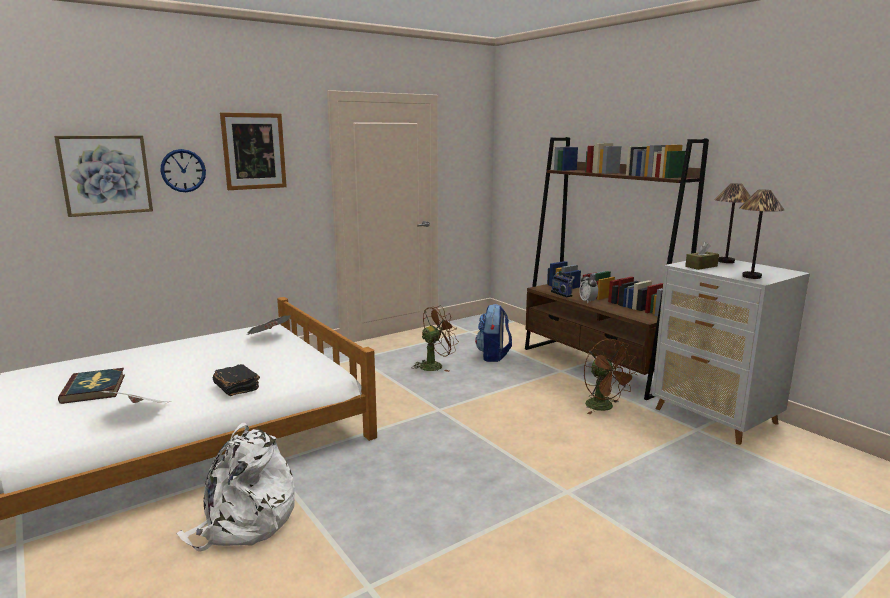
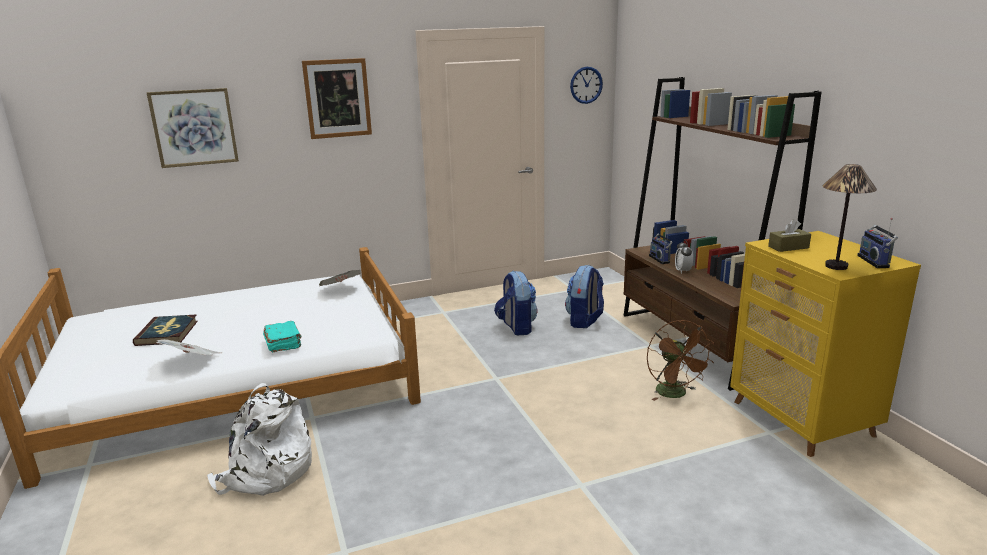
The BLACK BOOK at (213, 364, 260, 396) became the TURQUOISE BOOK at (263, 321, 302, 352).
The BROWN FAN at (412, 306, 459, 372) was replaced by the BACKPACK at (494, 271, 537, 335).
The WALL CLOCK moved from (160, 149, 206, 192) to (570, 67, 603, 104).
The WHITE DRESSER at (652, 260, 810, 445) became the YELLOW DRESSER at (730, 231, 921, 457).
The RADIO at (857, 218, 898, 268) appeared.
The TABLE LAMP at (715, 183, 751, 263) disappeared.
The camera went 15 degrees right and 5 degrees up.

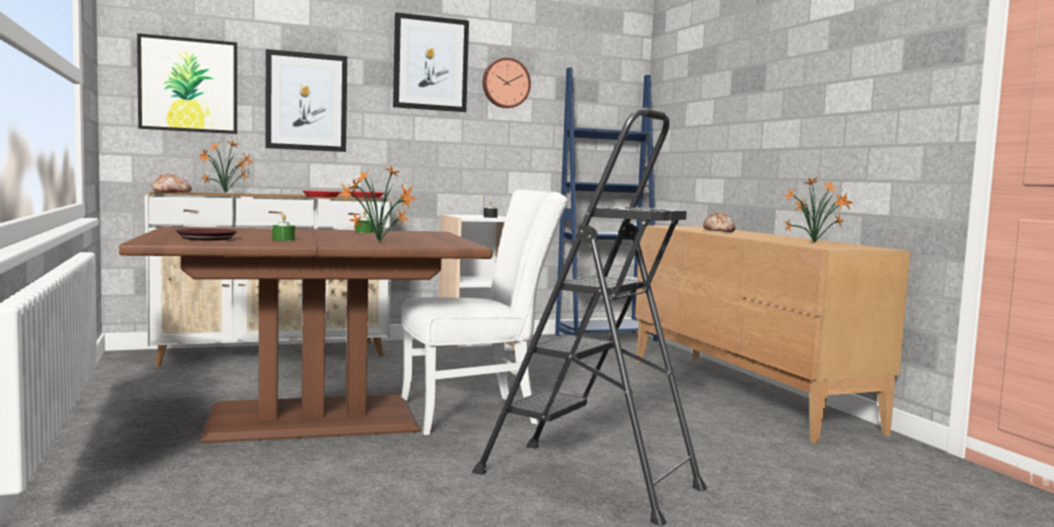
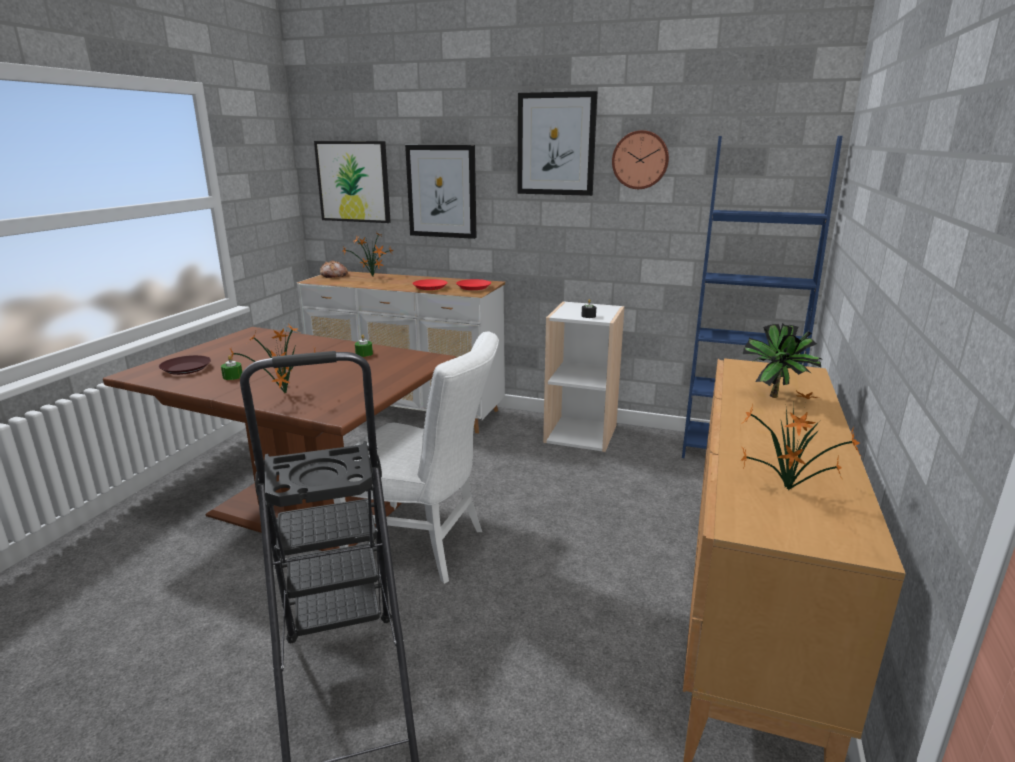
The BREAD at (703, 213, 736, 232) was replaced by the POTTED PLANT at (743, 323, 823, 398).
The camera went 40 degrees right and 15 degrees up.

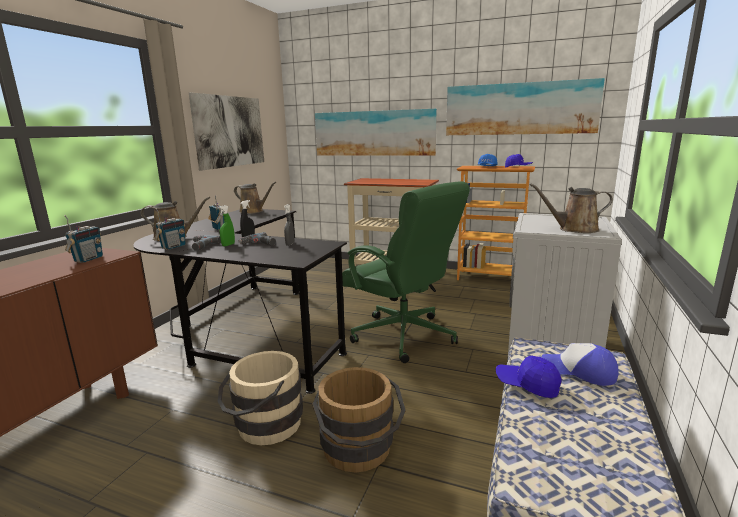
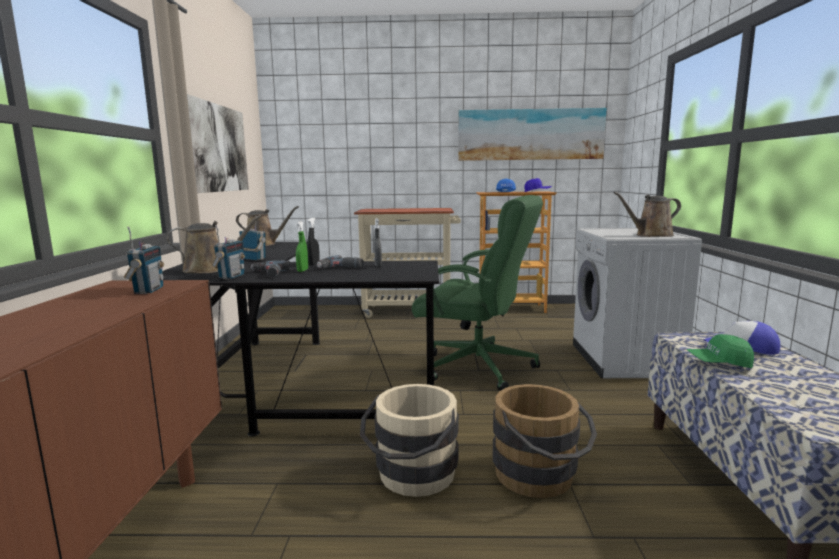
The BLUE CAP at (496, 356, 561, 398) became the GREEN CAP at (687, 334, 754, 368).
The PICTURE at (315, 109, 437, 156) disappeared.
The camera went 20 degrees left and 5 degrees down.

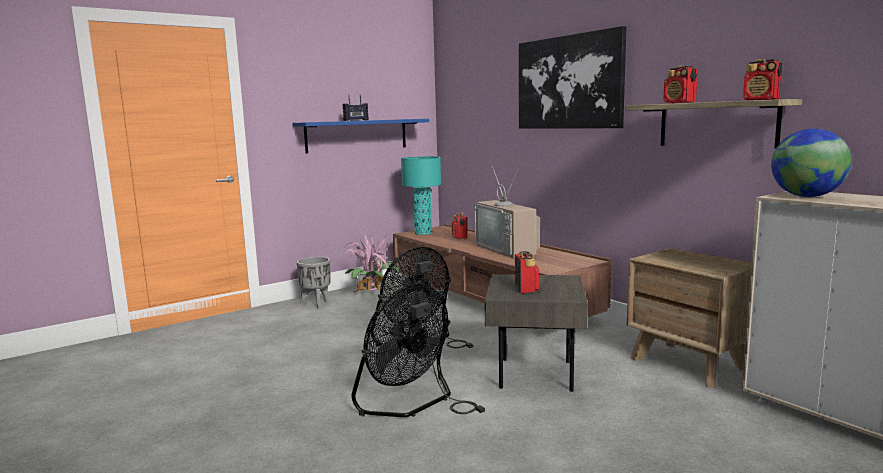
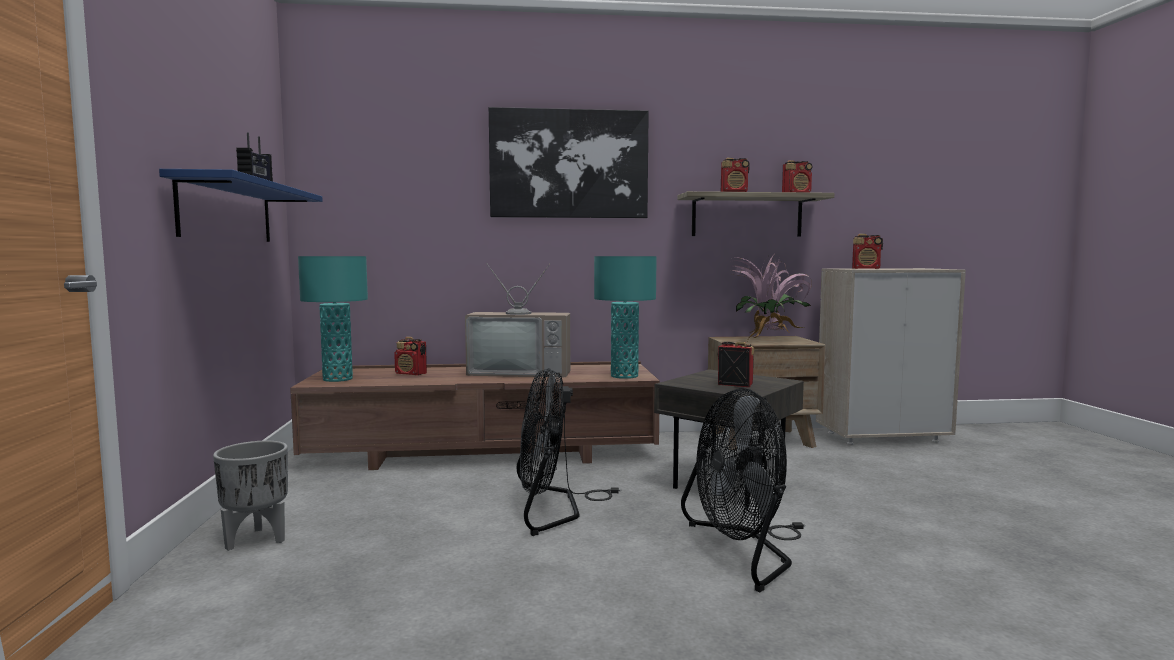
The TURQUOISE TABLE LAMP at (594, 256, 657, 379) appeared.
The POTTED PLANT moved from (345, 234, 401, 294) to (731, 255, 812, 341).
The GLOBE at (771, 129, 851, 197) was replaced by the RADIO at (852, 234, 883, 269).
The camera went 60 degrees left and 5 degrees down.

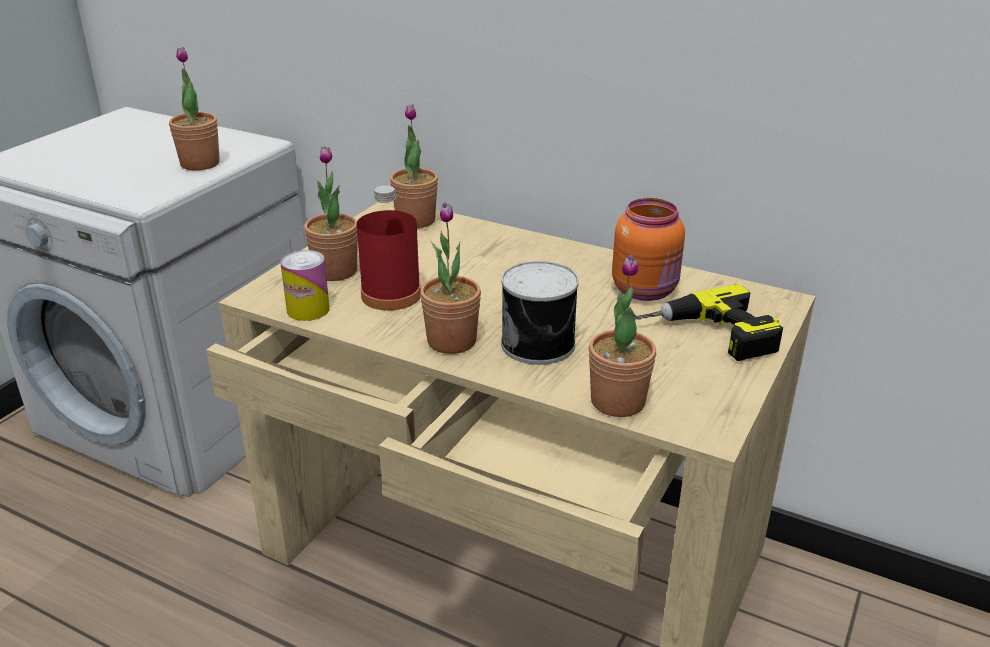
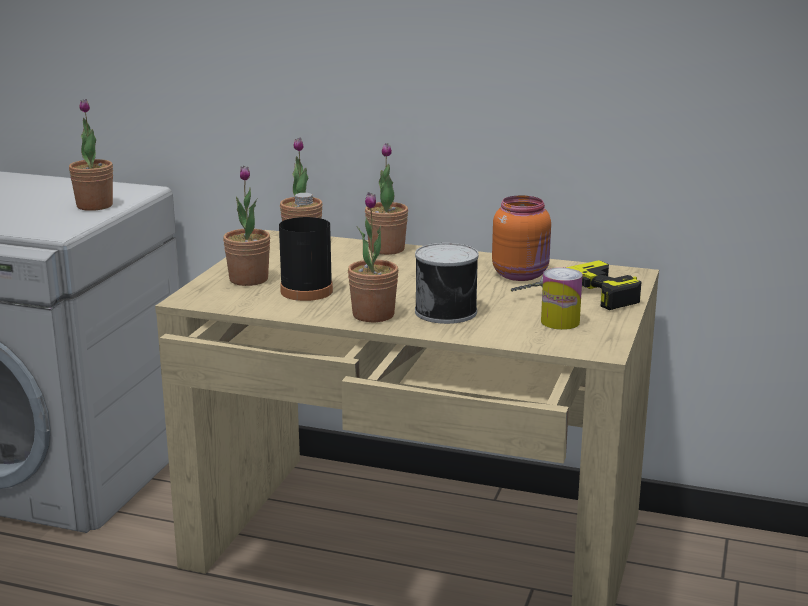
The RED BOTTLE at (356, 185, 421, 311) became the BLACK BOTTLE at (279, 193, 333, 301).
The POTTED PLANT moved from (588, 255, 656, 417) to (365, 143, 408, 255).
The CAN moved from (280, 250, 330, 321) to (541, 267, 583, 330).
The camera went 10 degrees left and 10 degrees down.

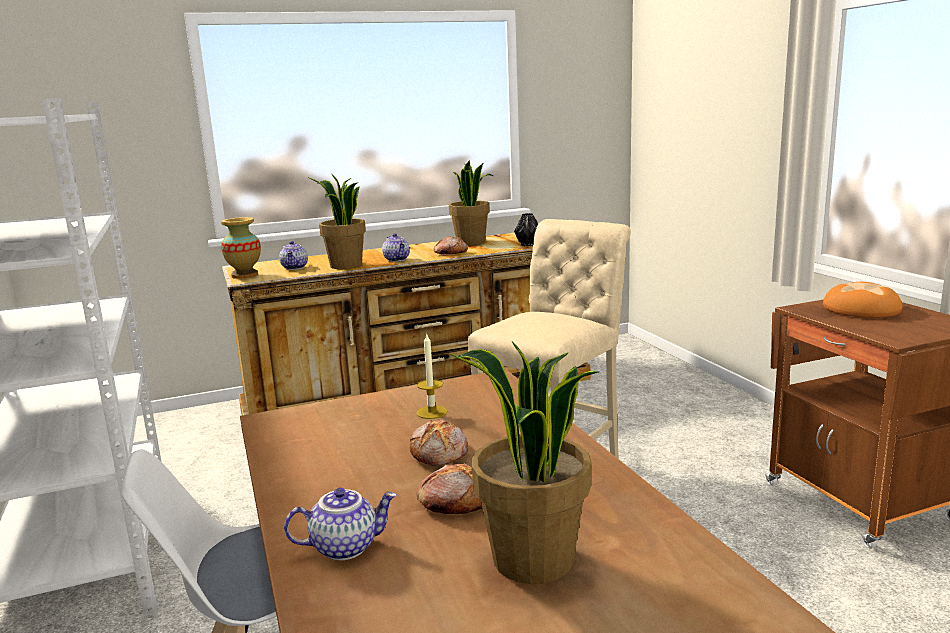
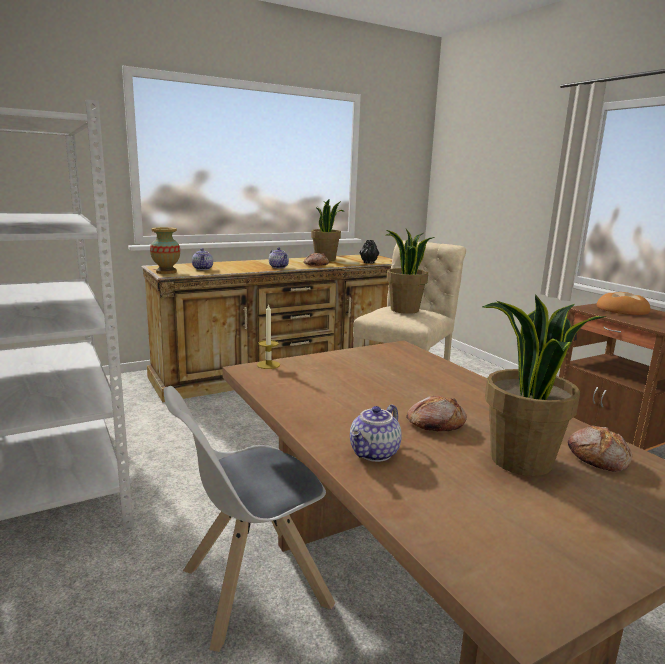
The CANDLE moved from (416, 333, 447, 419) to (257, 304, 280, 369).
The TEAPOT at (284, 487, 397, 561) turned 150 degrees clockwise.
The POTTED PLANT moved from (309, 174, 366, 269) to (386, 229, 435, 314).
The BREAD moved from (410, 419, 468, 466) to (568, 425, 632, 472).
The camera went 10 degrees left and 0 degrees up.

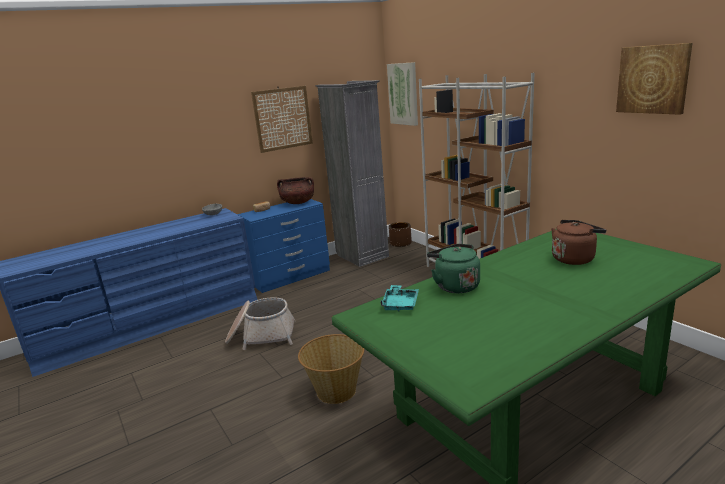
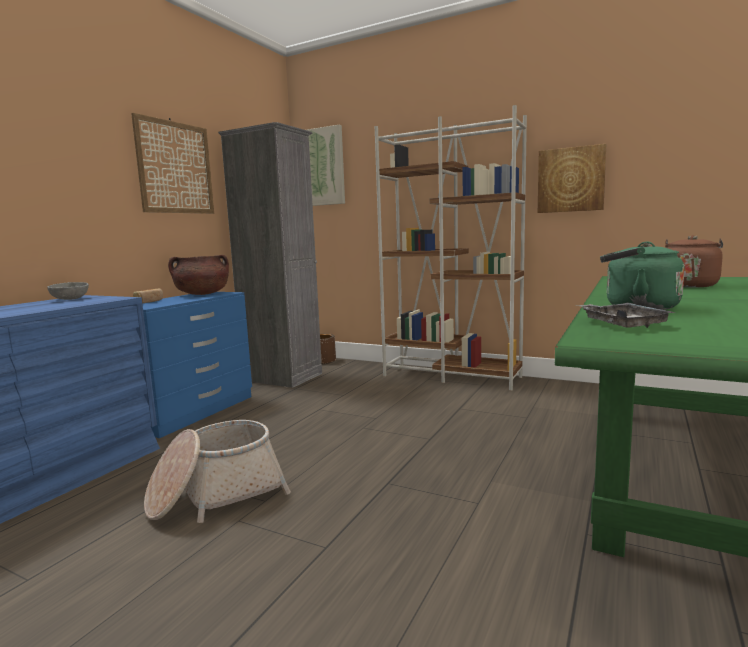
The PICTURE moved from (616, 43, 692, 115) to (538, 144, 606, 213).
The TURQUOISE TRAY at (380, 285, 419, 312) became the GREY TRAY at (576, 303, 676, 328).
The BASKET at (298, 334, 364, 404) disappeared.
The camera went 30 degrees left and 10 degrees down.

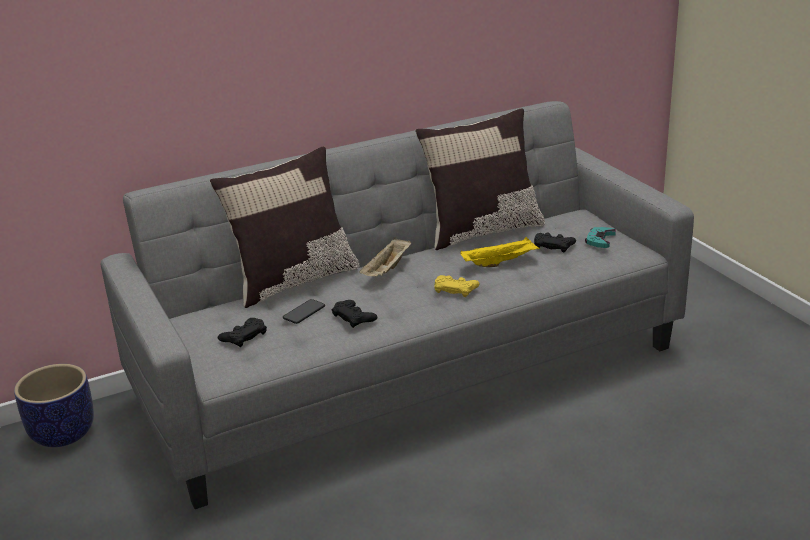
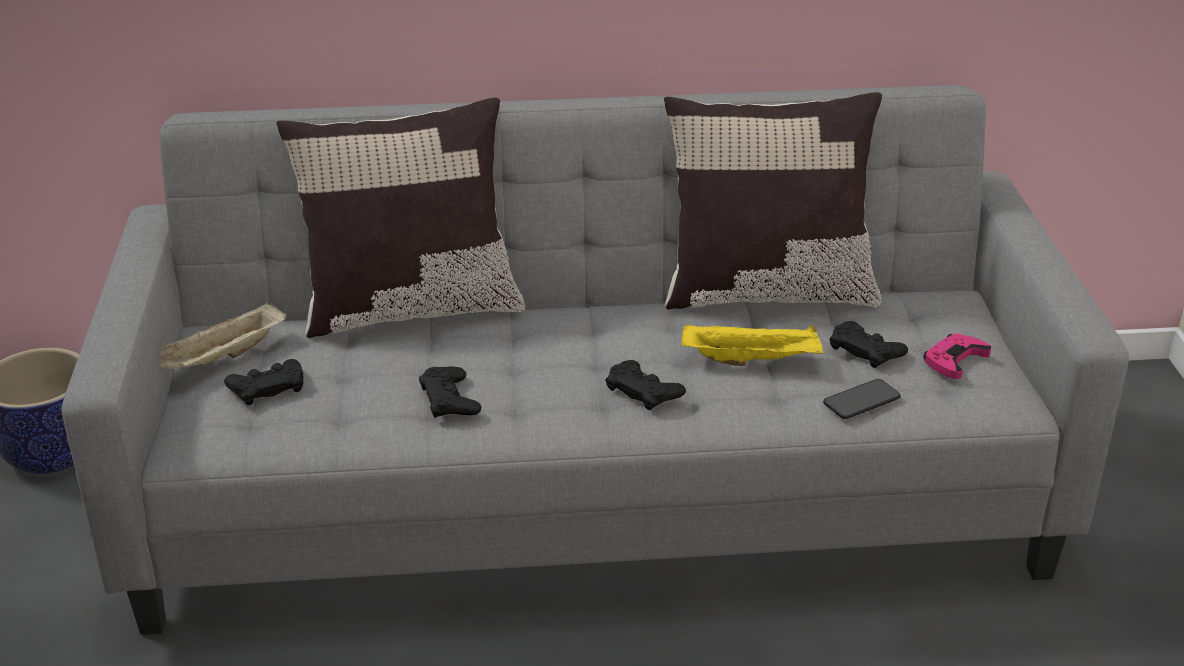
The BEIGE TRAY moved from (359, 237, 411, 276) to (159, 301, 286, 371).
The YELLOW GAME CONTROLLER at (434, 275, 480, 297) became the BLACK GAME CONTROLLER at (605, 360, 686, 411).
The PHONE moved from (283, 299, 325, 324) to (823, 379, 901, 419).
The TURQUOISE GAME CONTROLLER at (585, 227, 616, 248) became the PINK GAME CONTROLLER at (924, 334, 991, 379).
The camera went 20 degrees right and 5 degrees up.

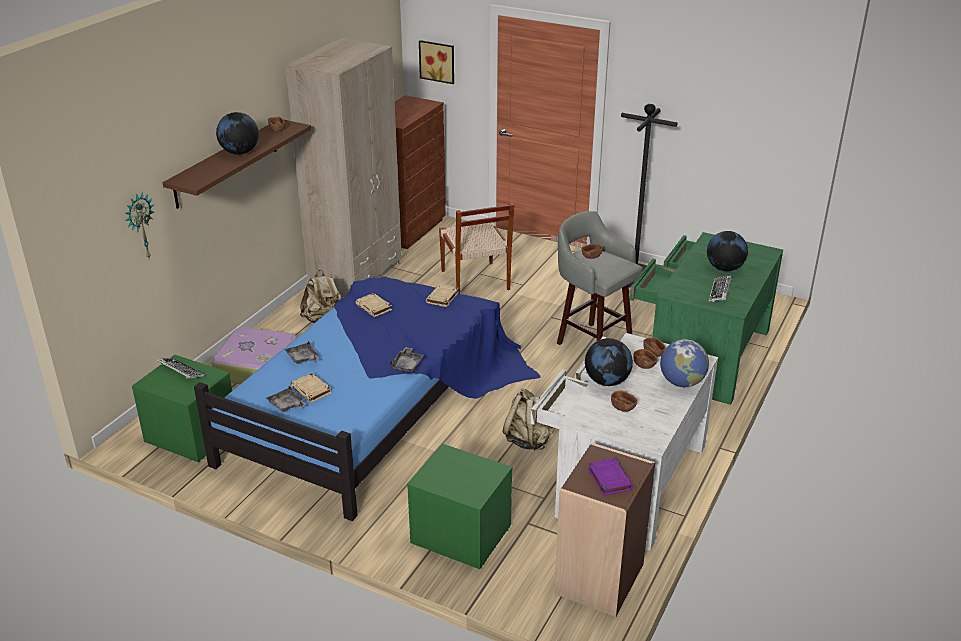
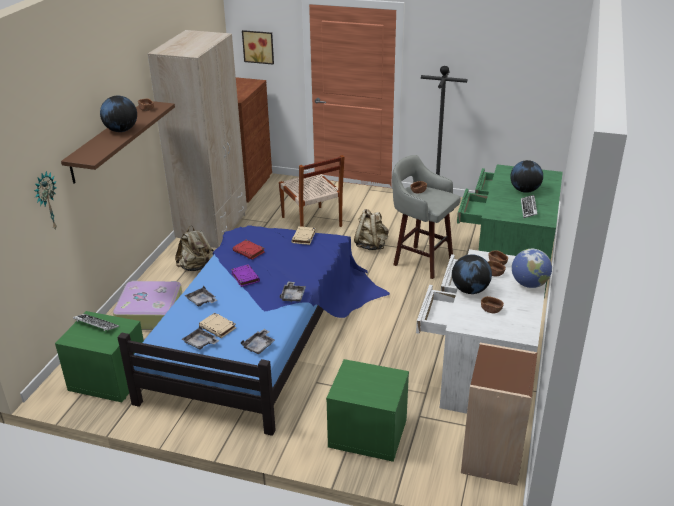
The PURPLE BOOK moved from (588, 458, 633, 496) to (231, 264, 260, 287).
The BEIGE BOOK at (355, 293, 392, 317) became the RED BOOK at (233, 240, 265, 260).
The GREY TRAY at (241, 329, 275, 354) appeared.
The BEIGE BACKPACK moved from (503, 388, 553, 451) to (354, 209, 389, 250).
The camera went 10 degrees left and 0 degrees up.

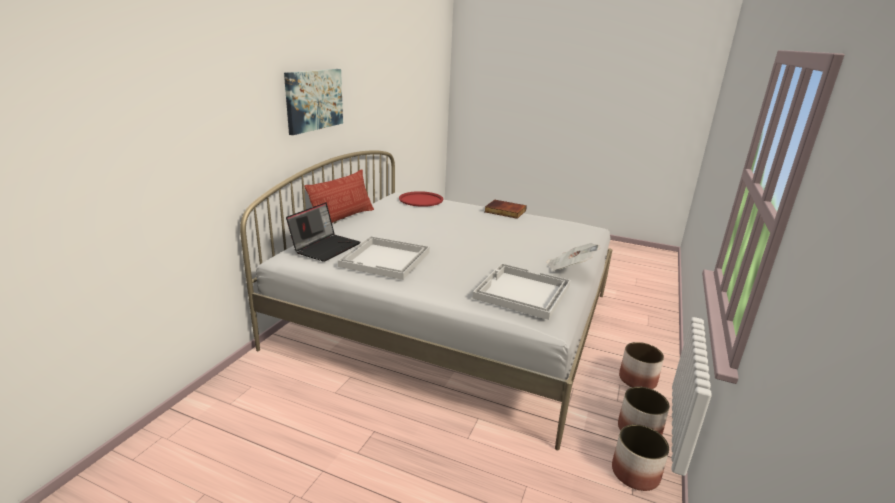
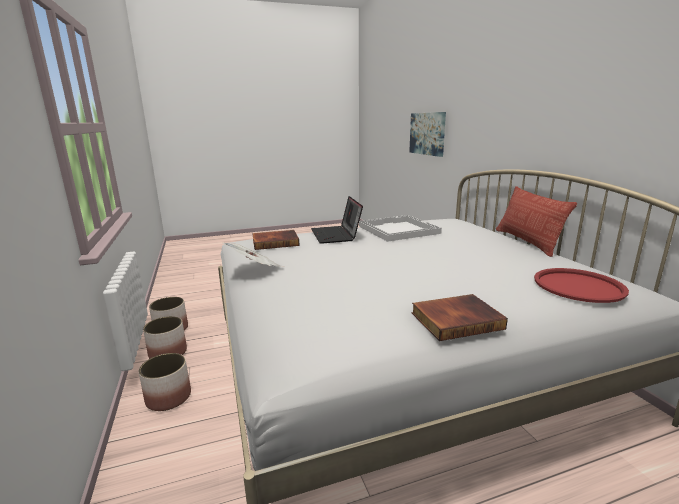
The WHITE TRAY at (472, 263, 571, 320) was replaced by the BOOK at (252, 230, 300, 250).
The LAPTOP moved from (286, 202, 361, 262) to (311, 196, 363, 244).
The PICTURE moved from (284, 69, 343, 135) to (409, 112, 446, 157).
The camera went 140 degrees right and 5 degrees down.

